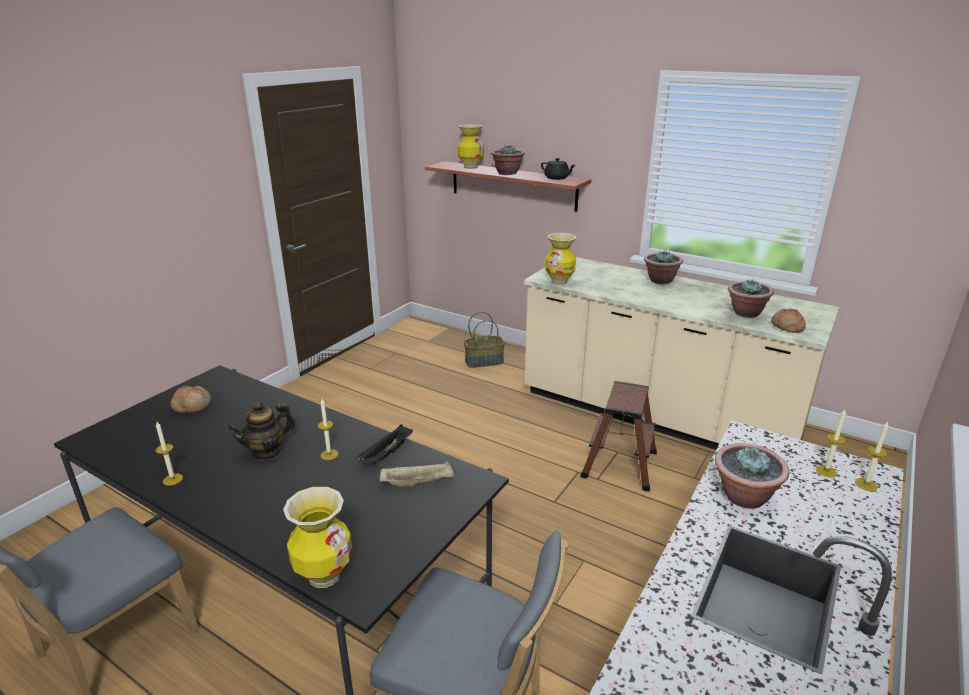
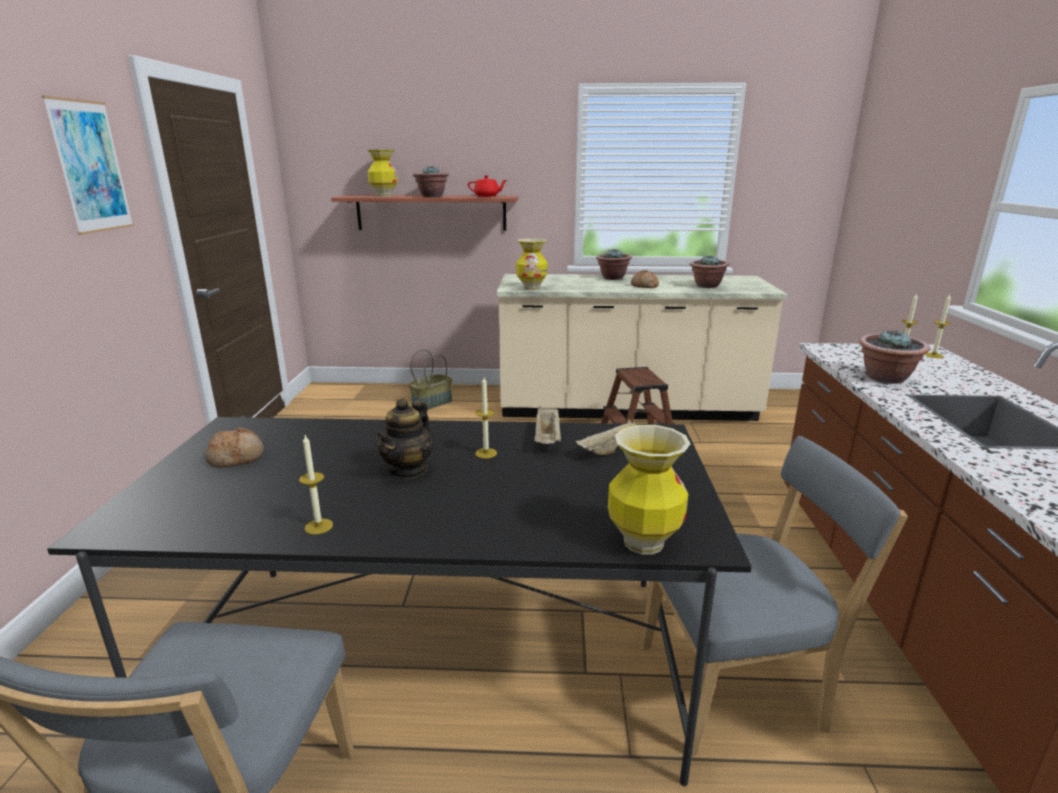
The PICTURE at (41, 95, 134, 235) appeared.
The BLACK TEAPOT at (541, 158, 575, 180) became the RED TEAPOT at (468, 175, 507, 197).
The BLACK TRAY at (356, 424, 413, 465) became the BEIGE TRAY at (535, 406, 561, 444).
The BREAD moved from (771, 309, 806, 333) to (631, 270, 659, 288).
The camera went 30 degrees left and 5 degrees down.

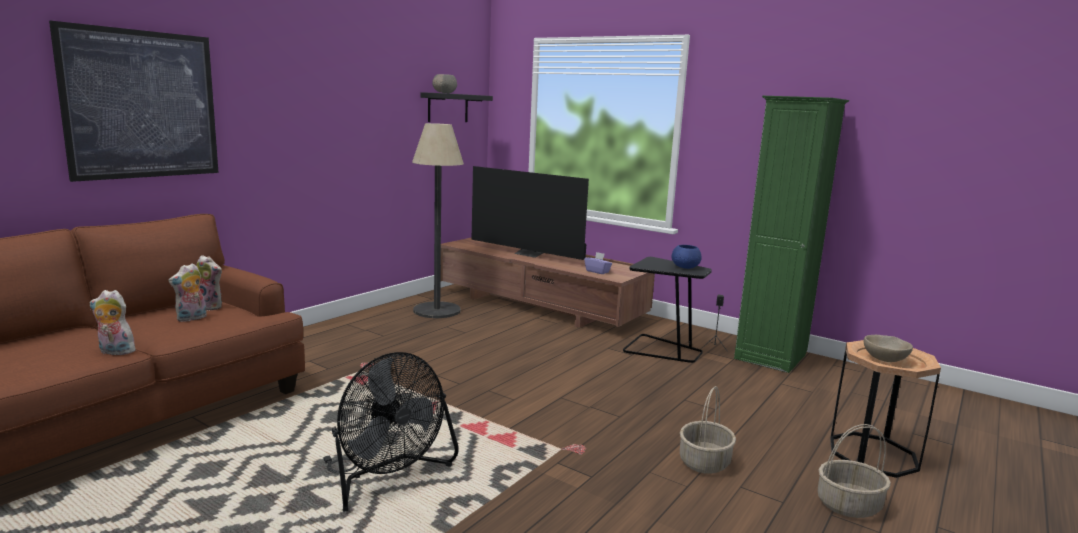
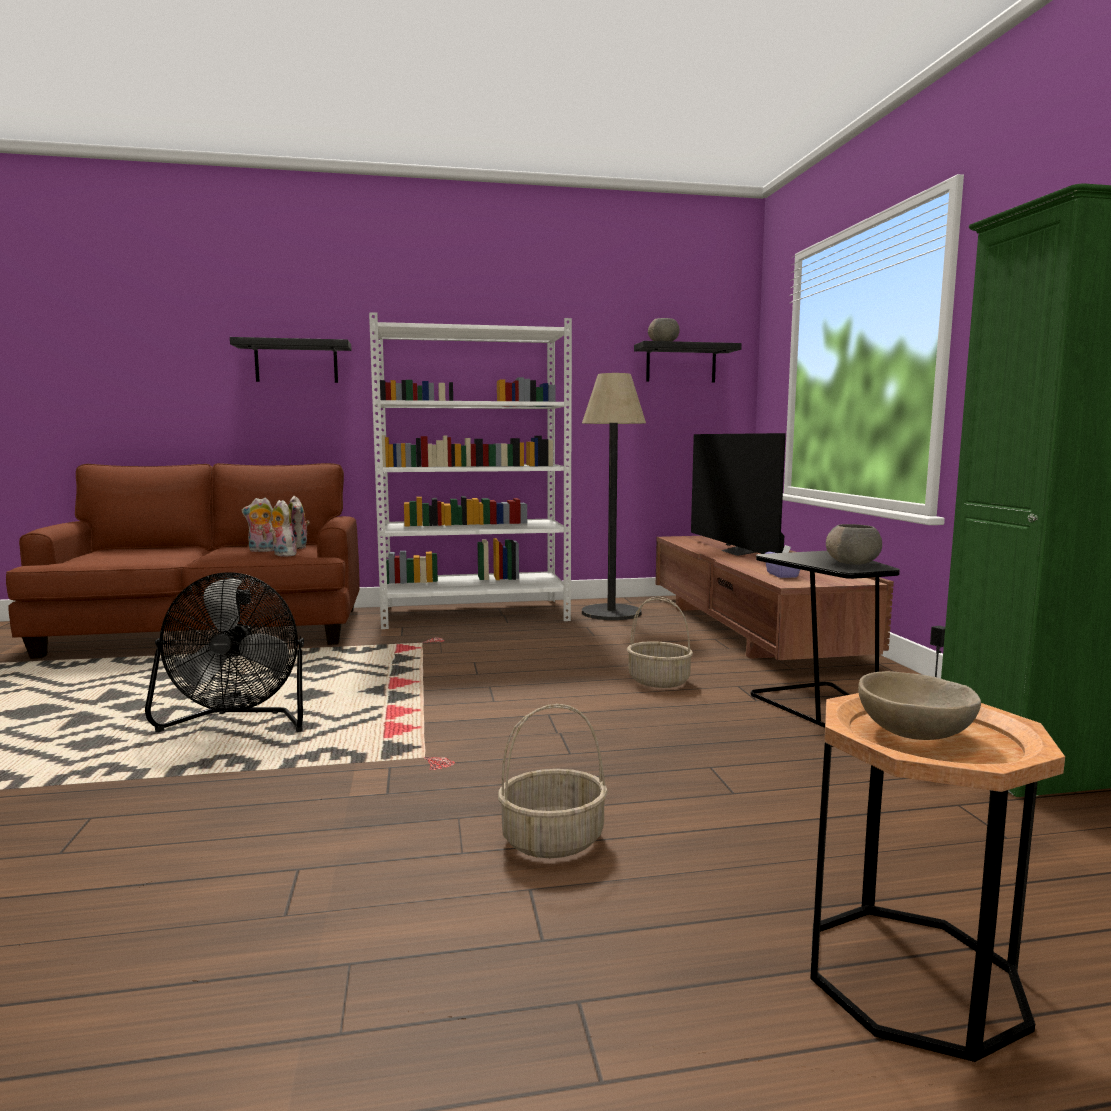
The PICTURE at (49, 21, 219, 182) was replaced by the BLACK SHELF at (230, 337, 352, 383).
The PLUSH TOY moved from (90, 290, 136, 355) to (269, 500, 298, 557).
The WHITE BOOKCASE at (369, 312, 572, 629) appeared.
The BASKET moved from (818, 424, 891, 518) to (627, 597, 693, 688).
The BLUE BOWL at (671, 245, 702, 269) became the GREY BOWL at (826, 524, 882, 565).
The camera went 45 degrees right and 5 degrees down.

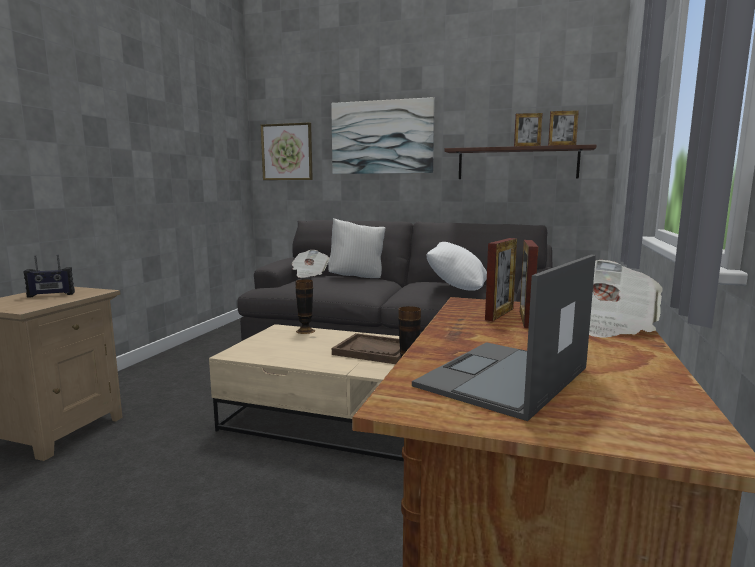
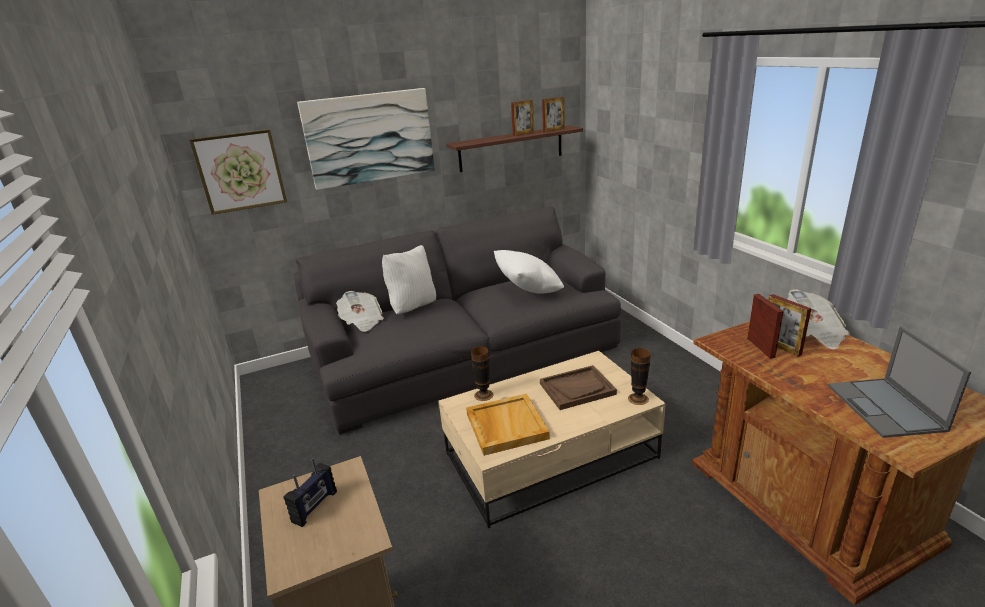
The BEIGE TRAY at (466, 394, 550, 456) appeared.
The camera went 40 degrees left and 15 degrees up.

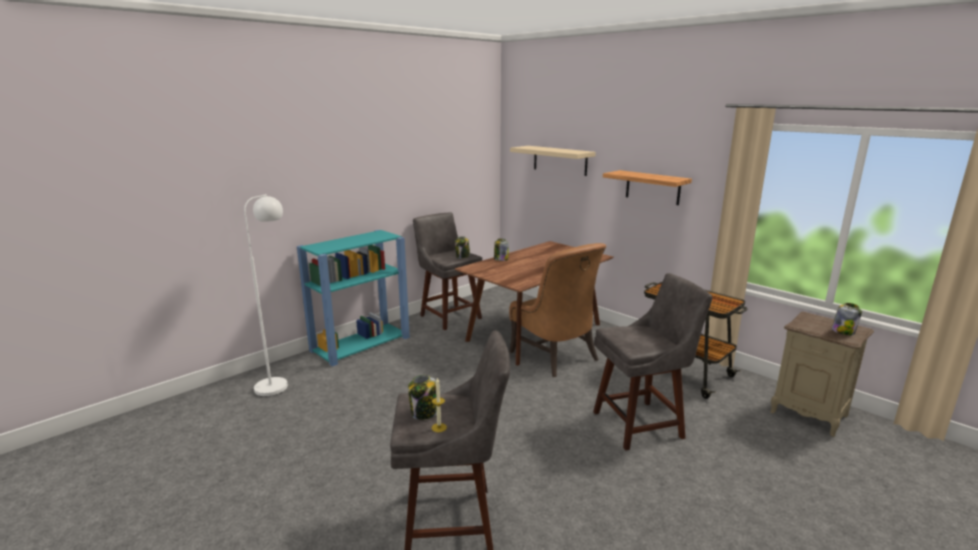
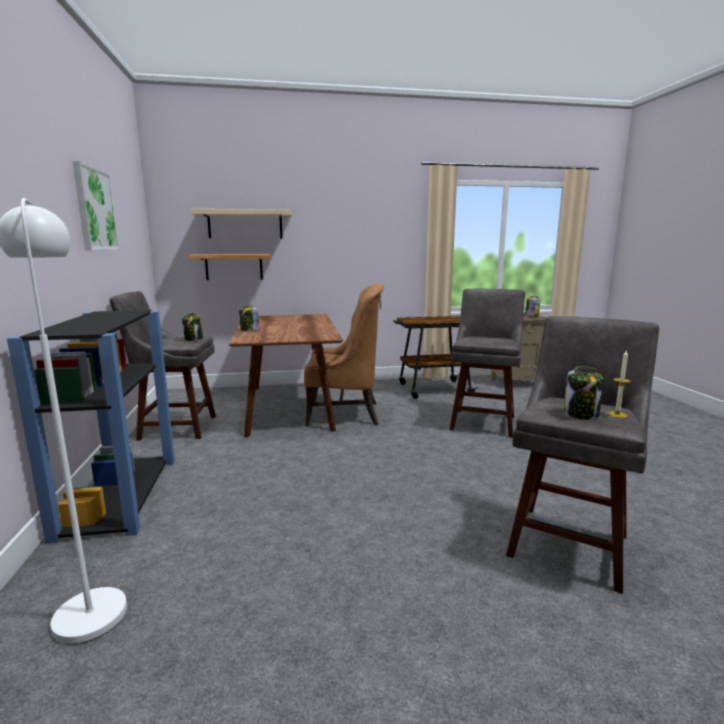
The TURQUOISE BOOKCASE at (297, 230, 410, 367) became the BLACK BOOKCASE at (7, 310, 175, 544).
The PICTURE at (73, 161, 120, 250) appeared.
The SHELF moved from (603, 170, 692, 205) to (189, 254, 271, 280).
The camera went 55 degrees left and 5 degrees down.

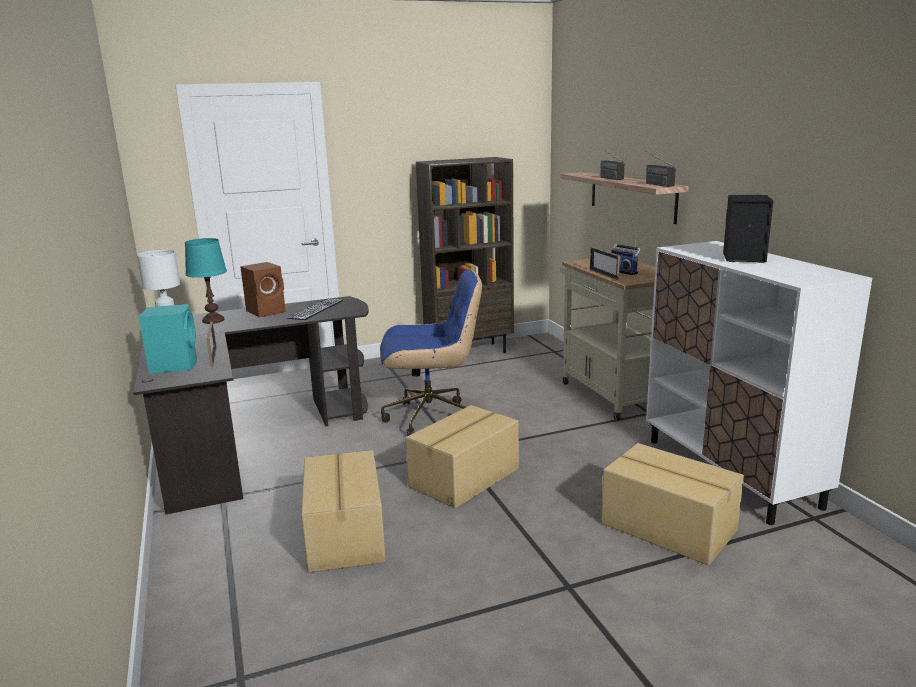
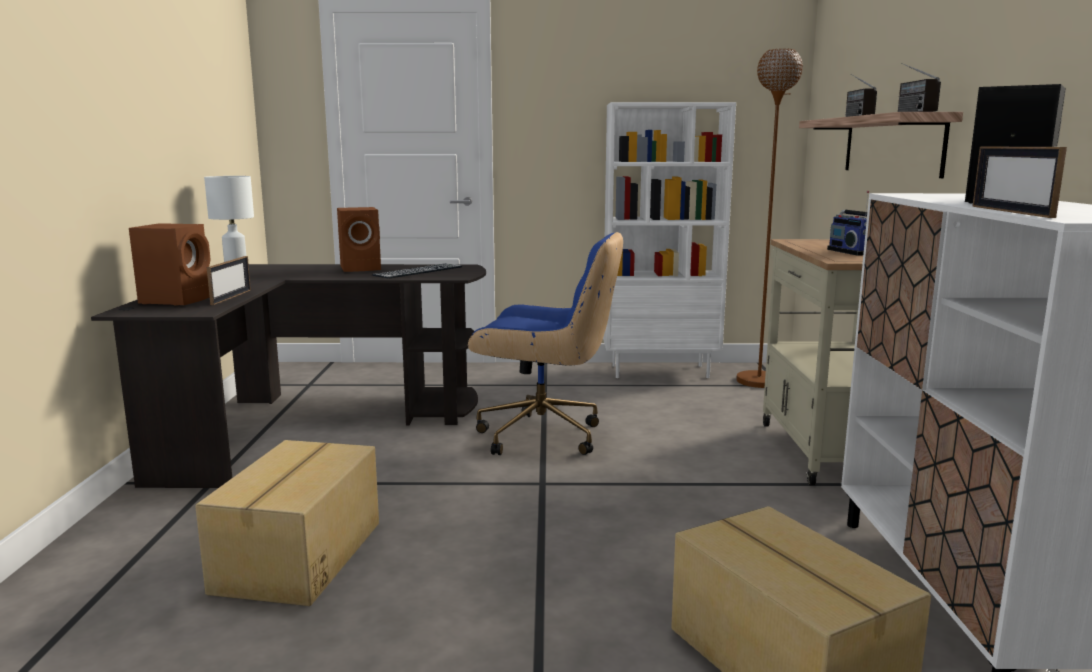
The TURQUOISE SPEAKER at (139, 304, 197, 374) became the BROWN SPEAKER at (129, 223, 210, 305).
The BROWN BOOKCASE at (416, 157, 514, 353) became the WHITE BOOKCASE at (603, 102, 736, 378).
The BROWN FLOOR LAMP at (736, 48, 803, 388) appeared.
The PICTURE FRAME moved from (590, 247, 620, 280) to (972, 147, 1067, 218).
The TURQUOISE TABLE LAMP at (185, 238, 227, 324) disappeared.
The CARDBOARD BOX at (405, 405, 519, 508) disappeared.
The camera went 20 degrees right and 5 degrees down.

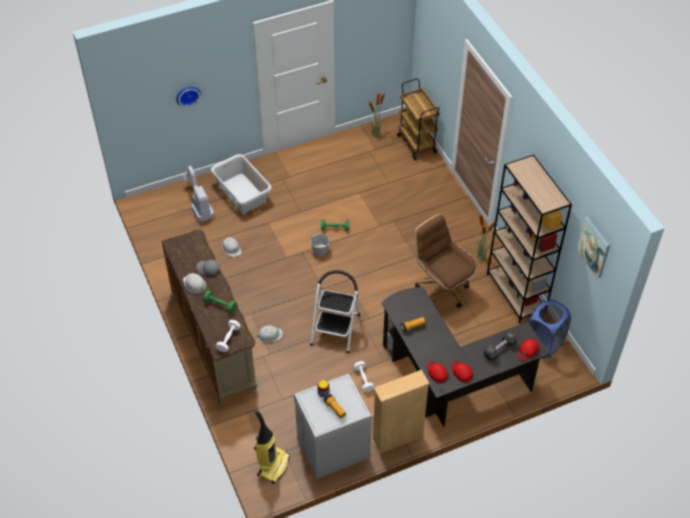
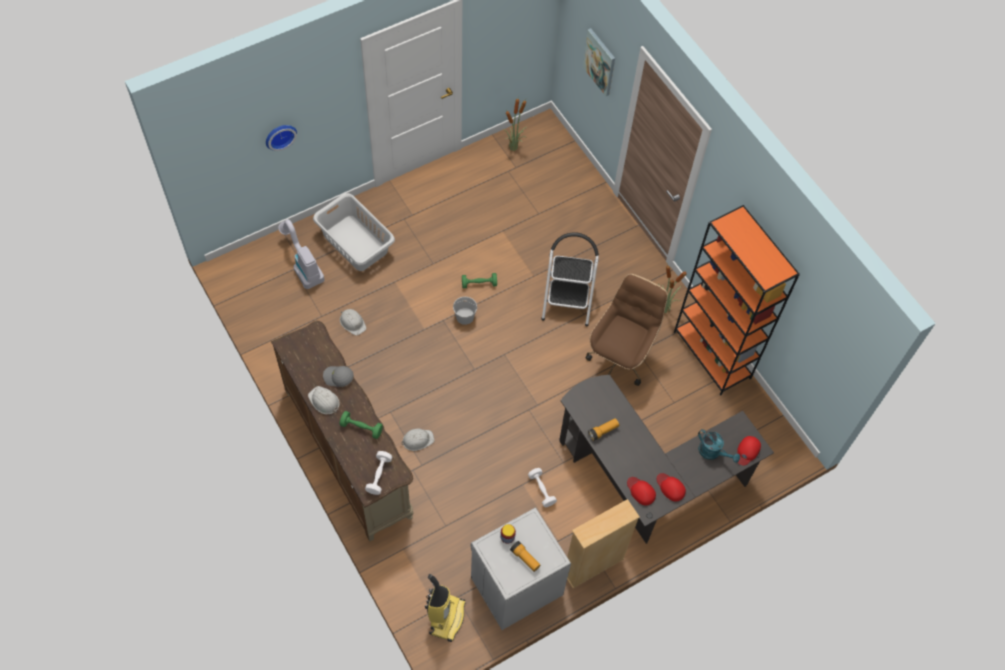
The STEP LADDER moved from (310, 270, 360, 353) to (541, 232, 599, 326).
The PICTURE moved from (577, 216, 610, 278) to (583, 28, 615, 96).
The BROWN OFFICE CHAIR at (415, 214, 476, 308) turned 75 degrees clockwise.
The BEIGE BOOKCASE at (487, 155, 572, 323) became the ORANGE BOOKCASE at (674, 205, 800, 396).
The BLACK DUMBBELL at (483, 331, 517, 361) was replaced by the TURQUOISE WATERING CAN at (698, 429, 740, 463).
The BROWN CART at (397, 79, 440, 161) disappeared.
The BLUE LAUNDRY BASKET at (528, 300, 571, 358) disappeared.
The camera went 10 degrees left and 10 degrees up.

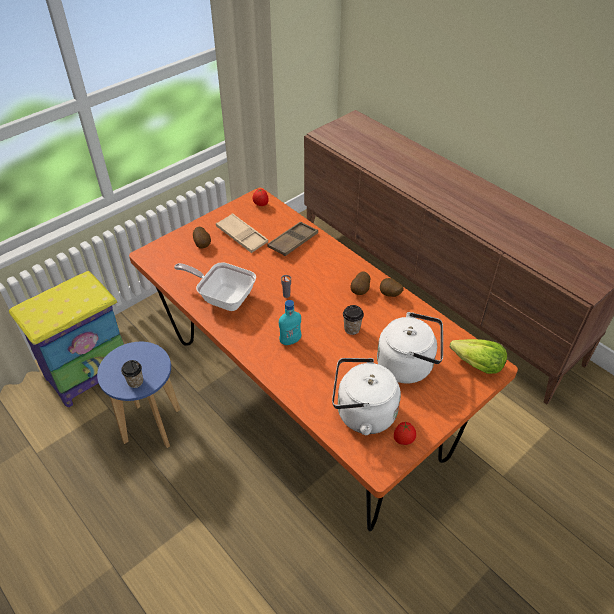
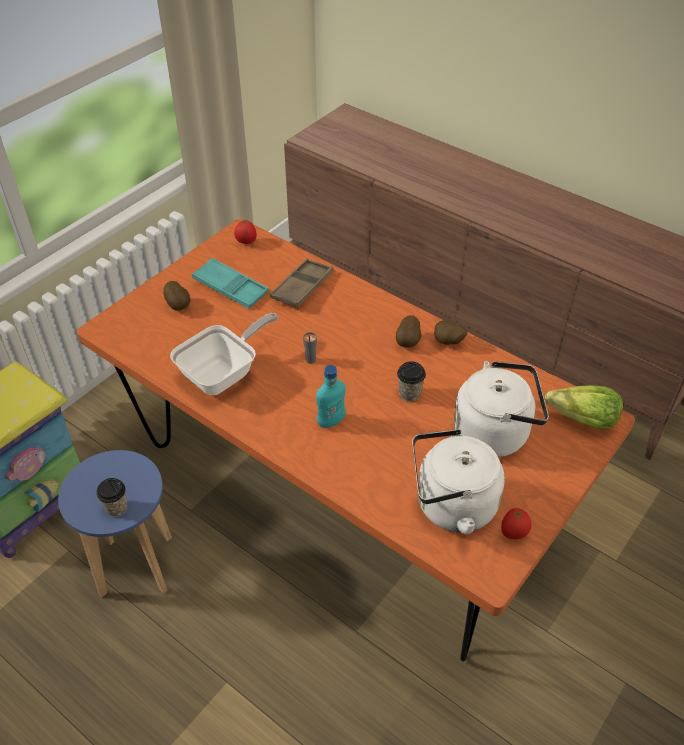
The FRYING PAN at (174, 262, 256, 311) turned 120 degrees clockwise.
The BEIGE TRAY at (216, 213, 268, 253) became the TURQUOISE TRAY at (192, 258, 268, 309).
The camera went 10 degrees left and 0 degrees up.

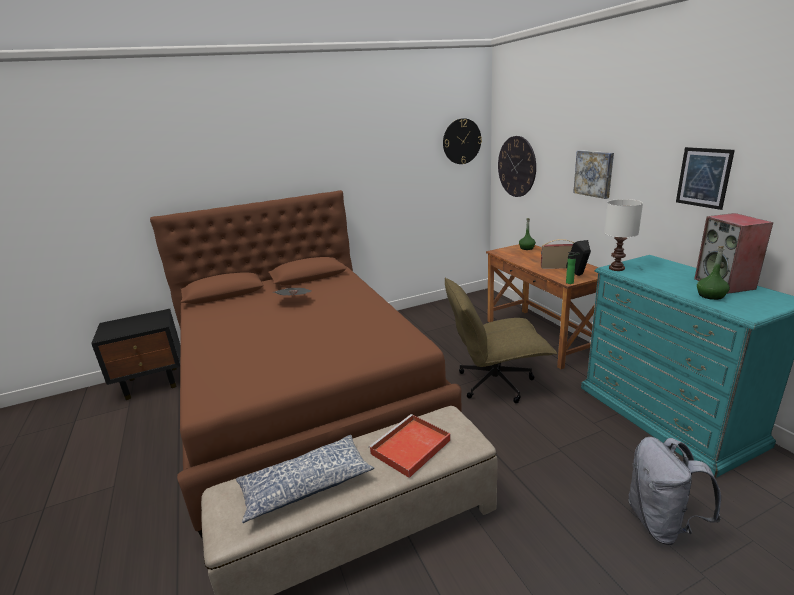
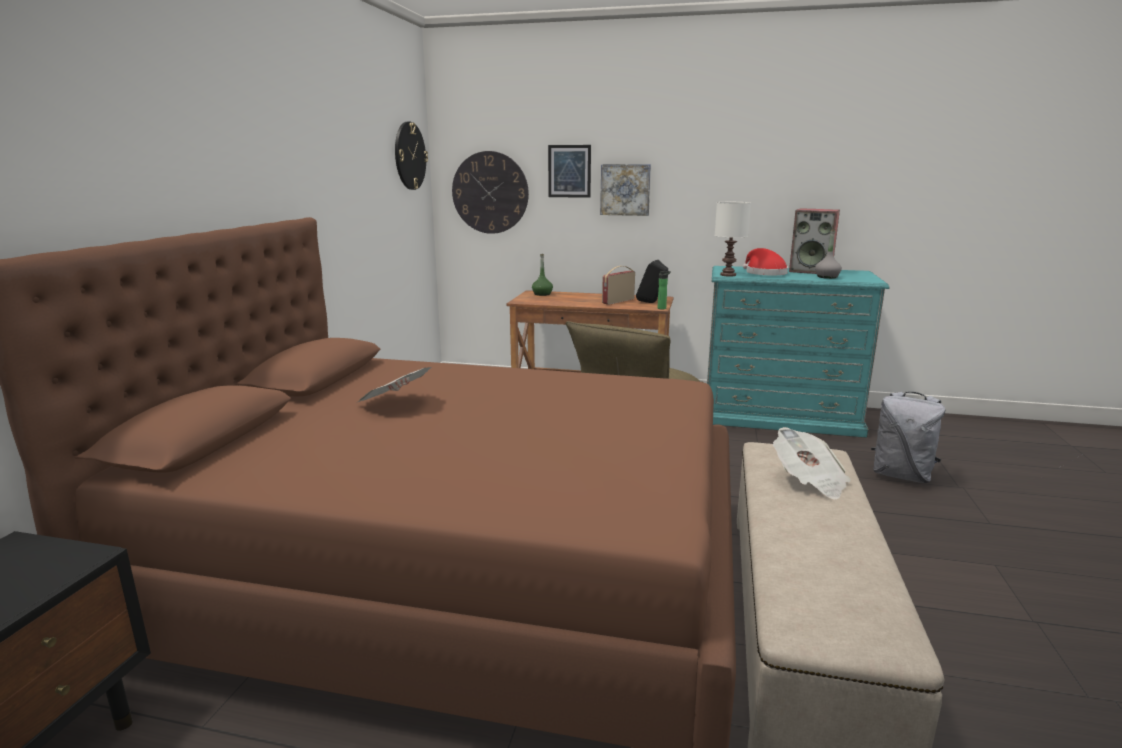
The PICTURE moved from (676, 147, 735, 210) to (548, 145, 591, 198).
The RED HAT at (743, 248, 788, 275) appeared.
The RED TRAY at (368, 414, 451, 478) was replaced by the NEWSPAPER at (773, 427, 851, 500).
The GREEN BOTTLE at (697, 246, 730, 300) became the GREY BOTTLE at (815, 229, 842, 279).
The PILLOW at (236, 435, 374, 523) disappeared.
The camera went 55 degrees left and 5 degrees down.

